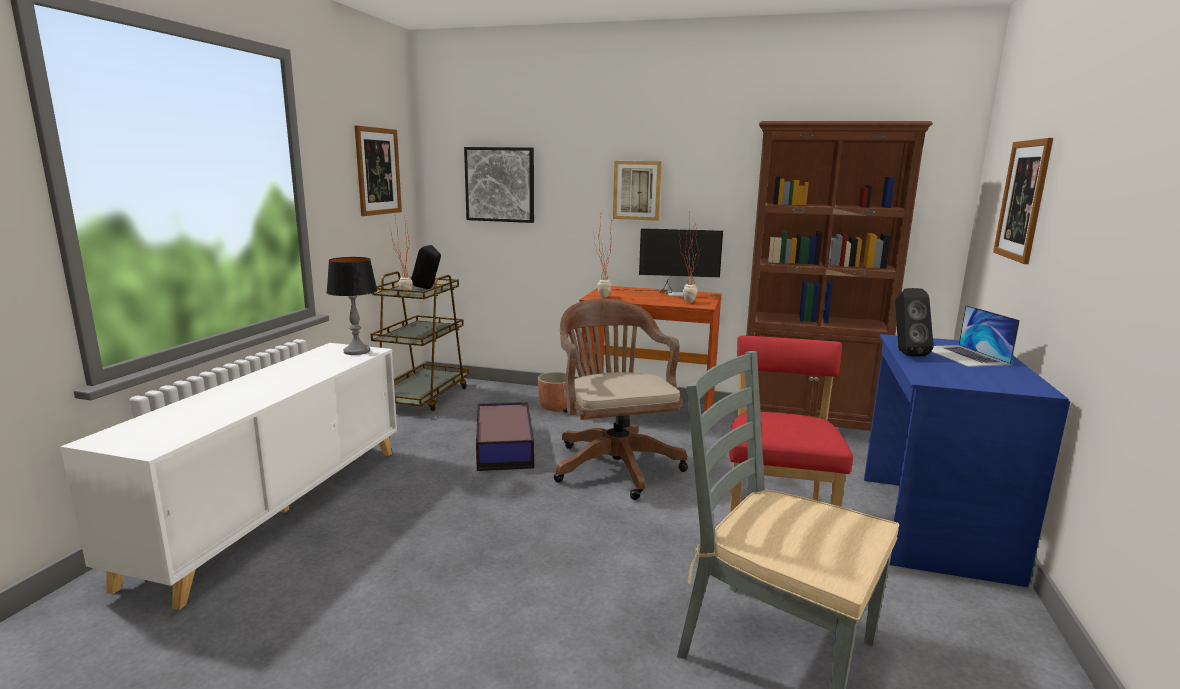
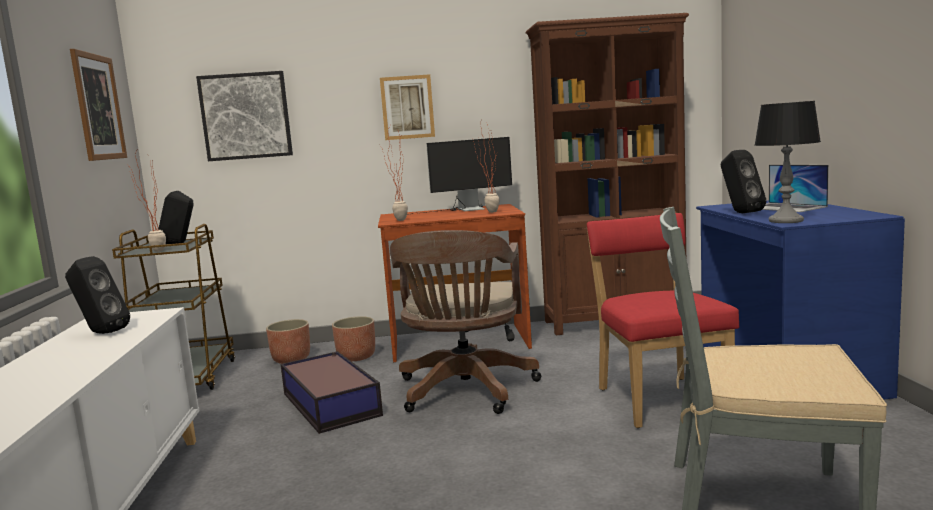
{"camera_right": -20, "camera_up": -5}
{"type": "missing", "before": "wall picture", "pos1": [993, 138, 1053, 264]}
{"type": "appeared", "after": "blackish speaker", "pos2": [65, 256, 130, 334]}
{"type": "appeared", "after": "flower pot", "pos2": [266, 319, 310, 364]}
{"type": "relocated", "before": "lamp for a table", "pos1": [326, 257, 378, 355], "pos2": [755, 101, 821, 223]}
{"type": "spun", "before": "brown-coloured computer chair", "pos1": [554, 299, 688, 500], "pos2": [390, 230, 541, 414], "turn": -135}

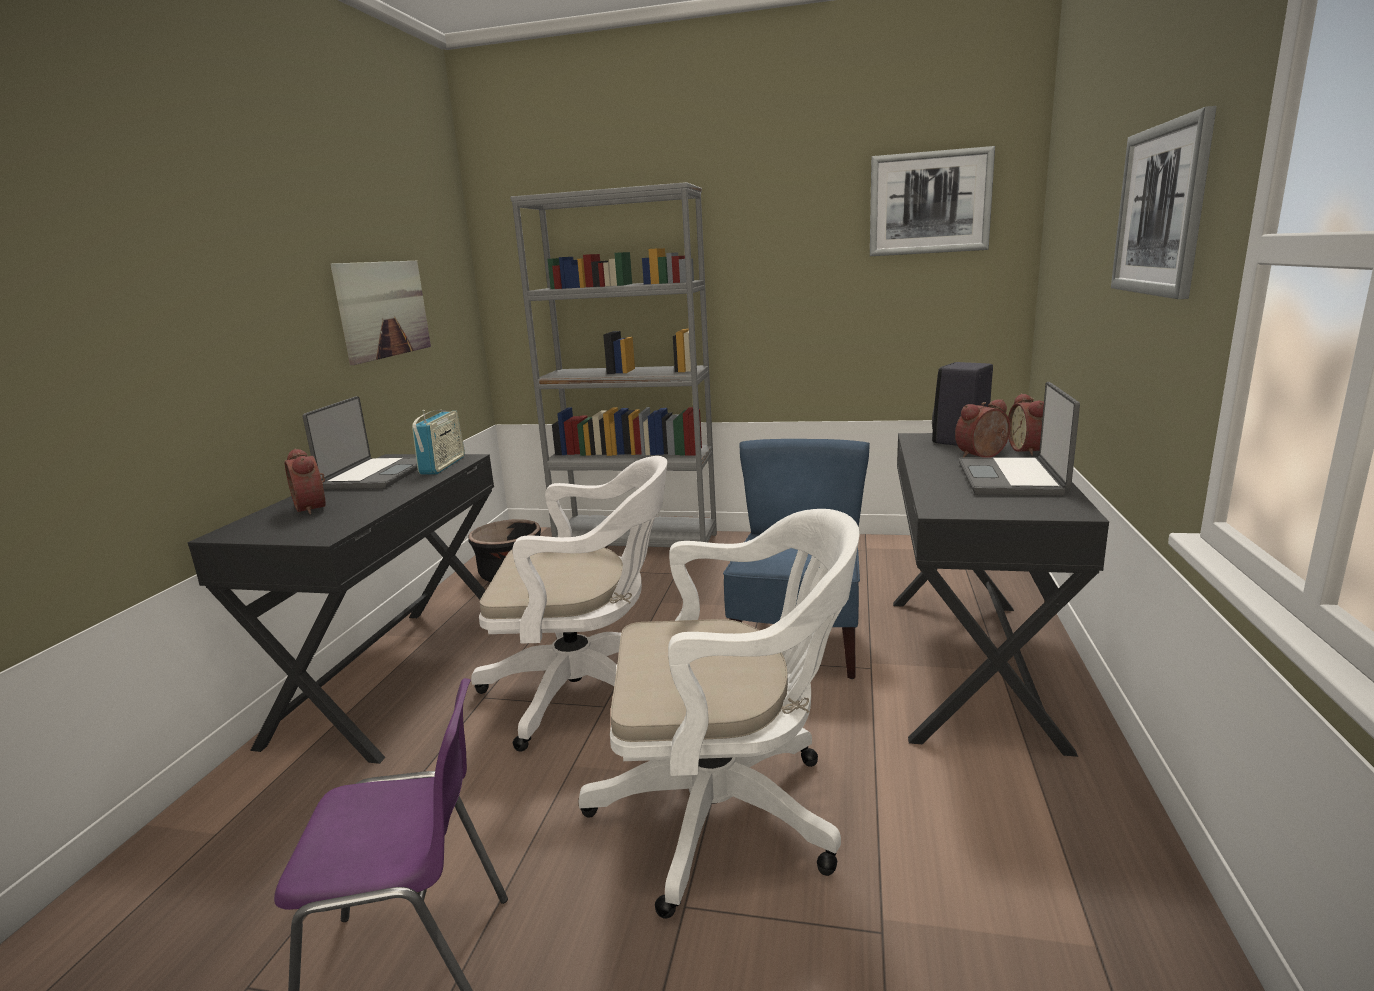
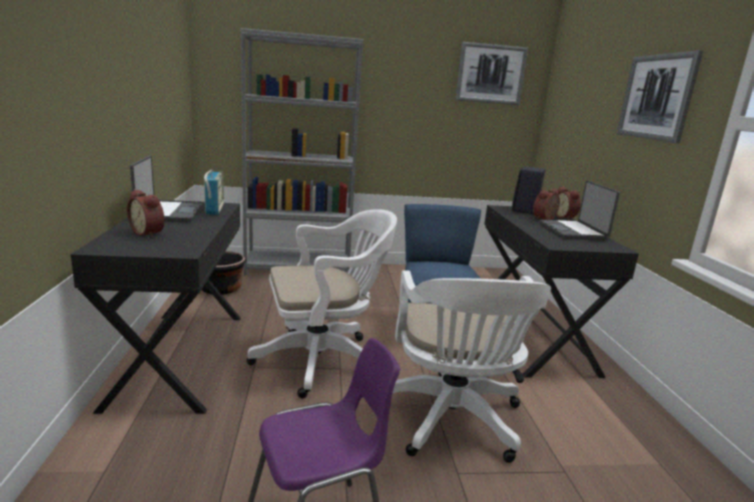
{"camera_right": -20, "camera_up": 0}
{"type": "missing", "before": "wall picture", "pos1": [330, 260, 431, 365]}
{"type": "spun", "before": "whitish computer chair", "pos1": [579, 509, 860, 919], "pos2": [392, 270, 551, 463], "turn": 105}

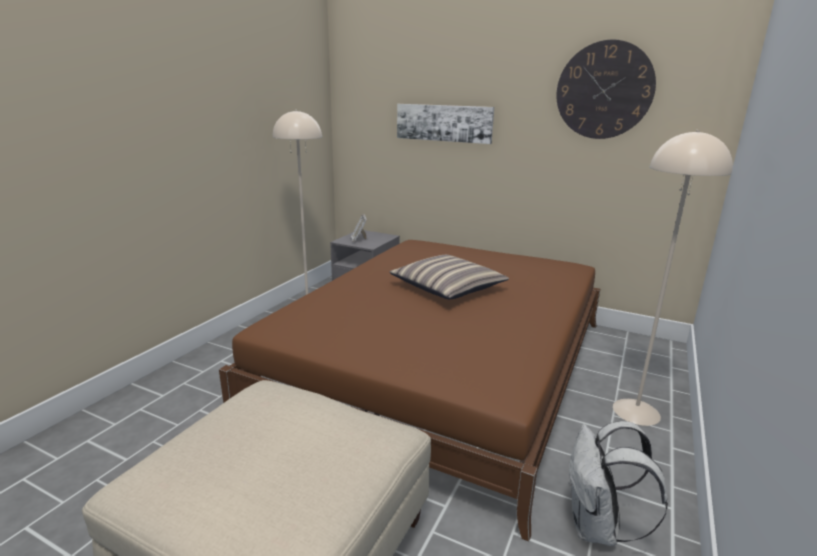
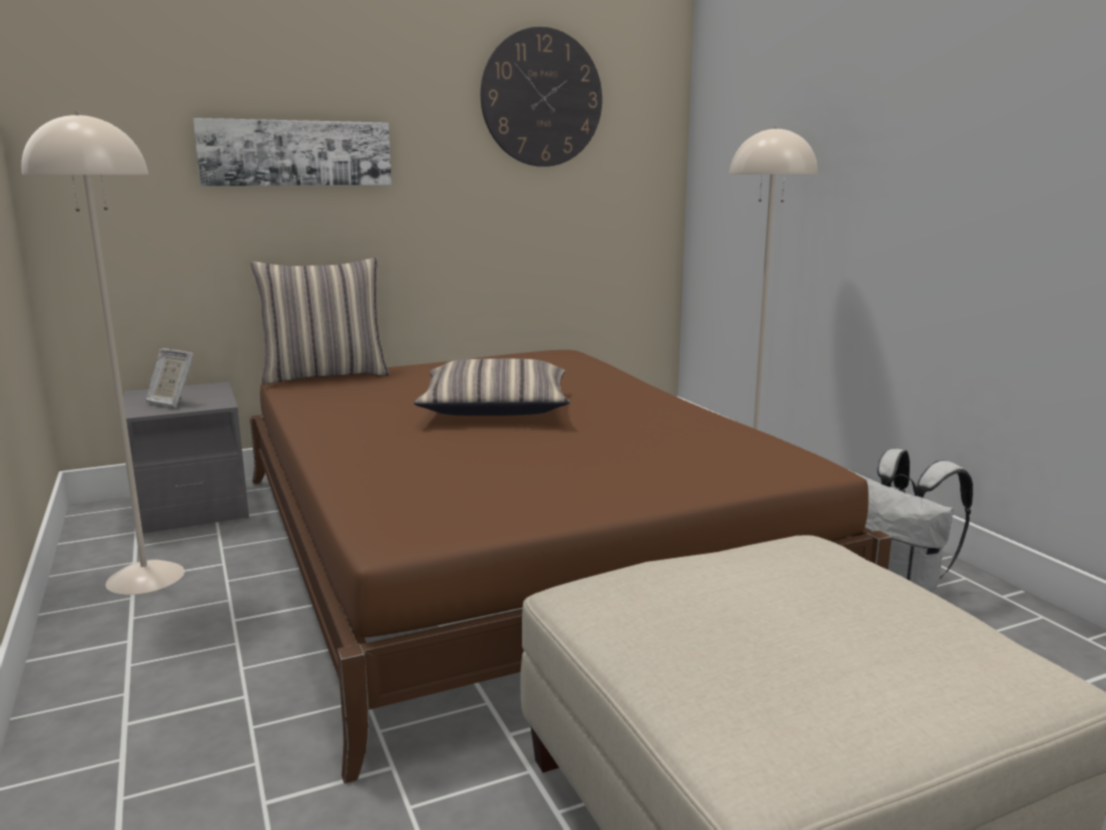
{"camera_right": -50, "camera_up": -5}
{"type": "appeared", "after": "cushion", "pos2": [251, 258, 390, 384]}

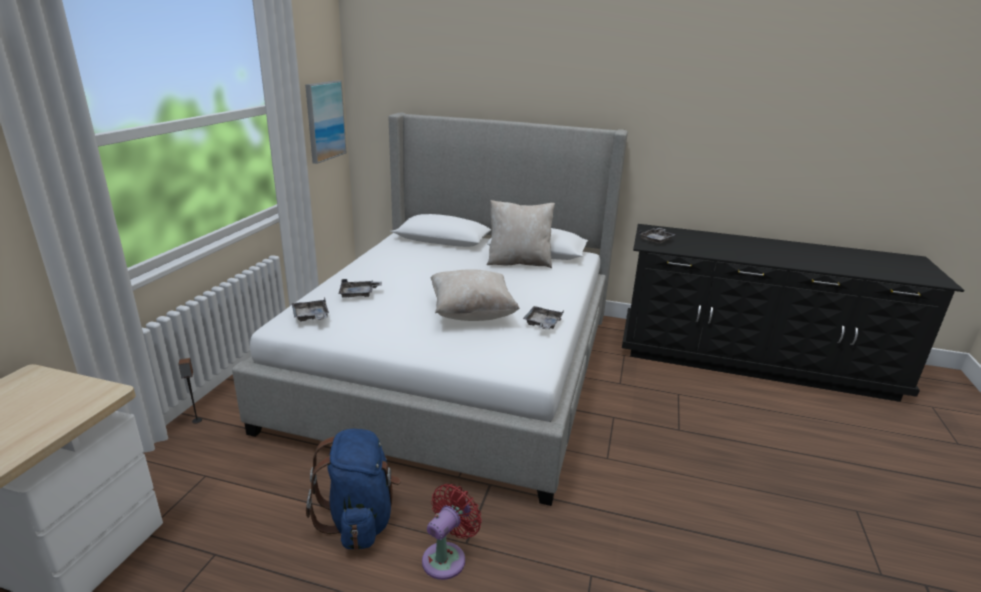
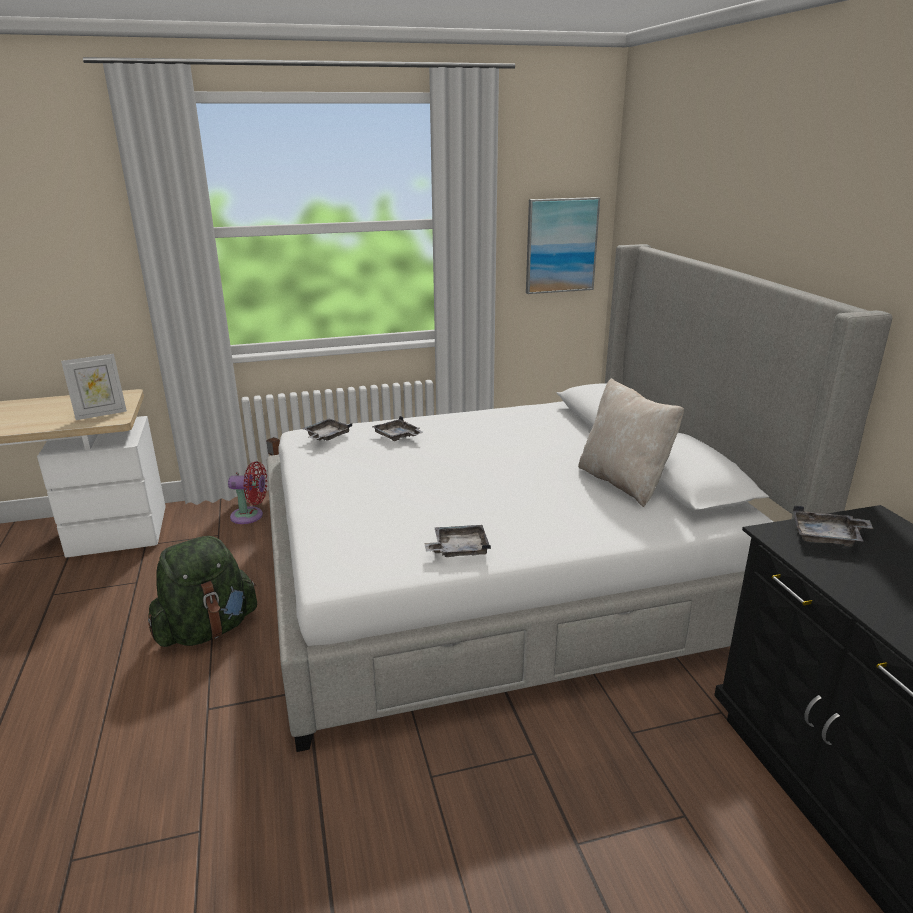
{"camera_right": 60, "camera_up": 0}
{"type": "missing", "before": "sand-coloured cushion", "pos1": [431, 269, 520, 321]}
{"type": "appeared", "after": "photo frame", "pos2": [61, 354, 127, 420]}
{"type": "relocated", "before": "red fan", "pos1": [422, 484, 482, 580], "pos2": [228, 462, 267, 524]}
{"type": "colour", "before": "blue-coloured rucksack", "after": "green-coloured rucksack", "pos1": [306, 429, 401, 550], "pos2": [148, 536, 257, 647]}

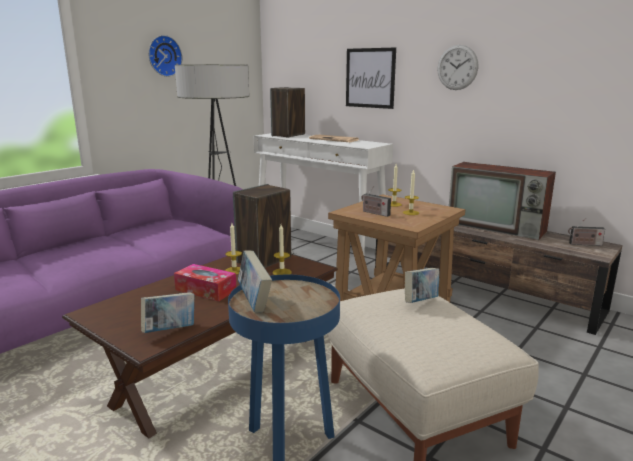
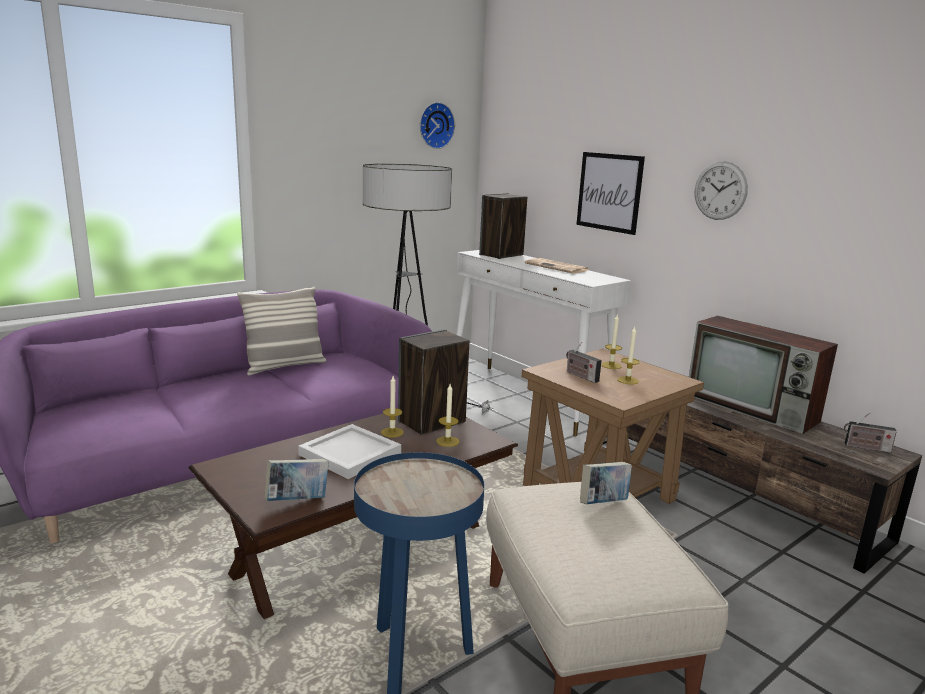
{"camera_right": 10, "camera_up": 0}
{"type": "missing", "before": "book", "pos1": [238, 250, 272, 312]}
{"type": "appeared", "after": "cushion", "pos2": [237, 286, 326, 375]}
{"type": "relocated", "before": "wall clock", "pos1": [148, 35, 182, 77], "pos2": [420, 102, 455, 149]}
{"type": "exchanged", "before": "tissue holder", "after": "whitish serving tray", "pos1": [174, 264, 236, 301], "pos2": [298, 424, 401, 479]}

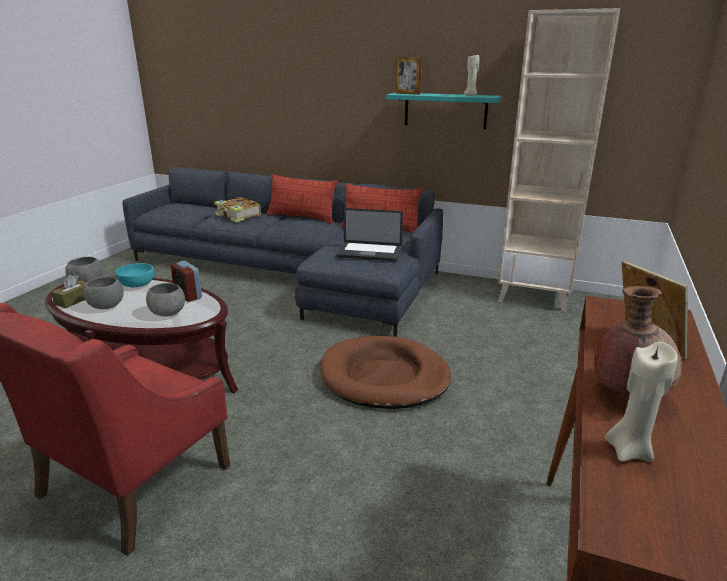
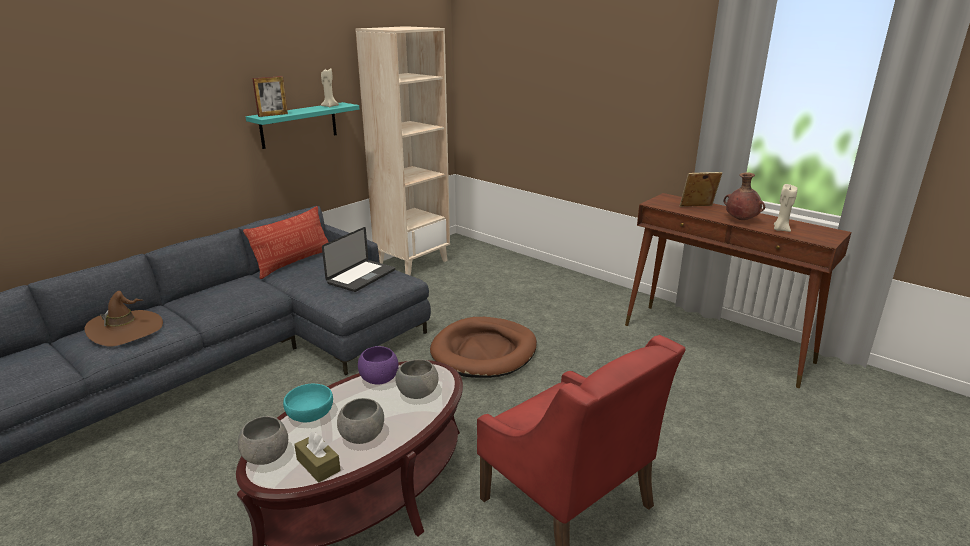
{"camera_right": -70, "camera_up": 0}
{"type": "missing", "before": "cushion", "pos1": [267, 174, 337, 224]}
{"type": "exchanged", "before": "alarm clock", "after": "purple-coloured serving bowl", "pos1": [170, 260, 202, 302], "pos2": [358, 346, 399, 385]}
{"type": "exchanged", "before": "book", "after": "brown-coloured wearable hat", "pos1": [214, 197, 261, 222], "pos2": [85, 291, 163, 347]}

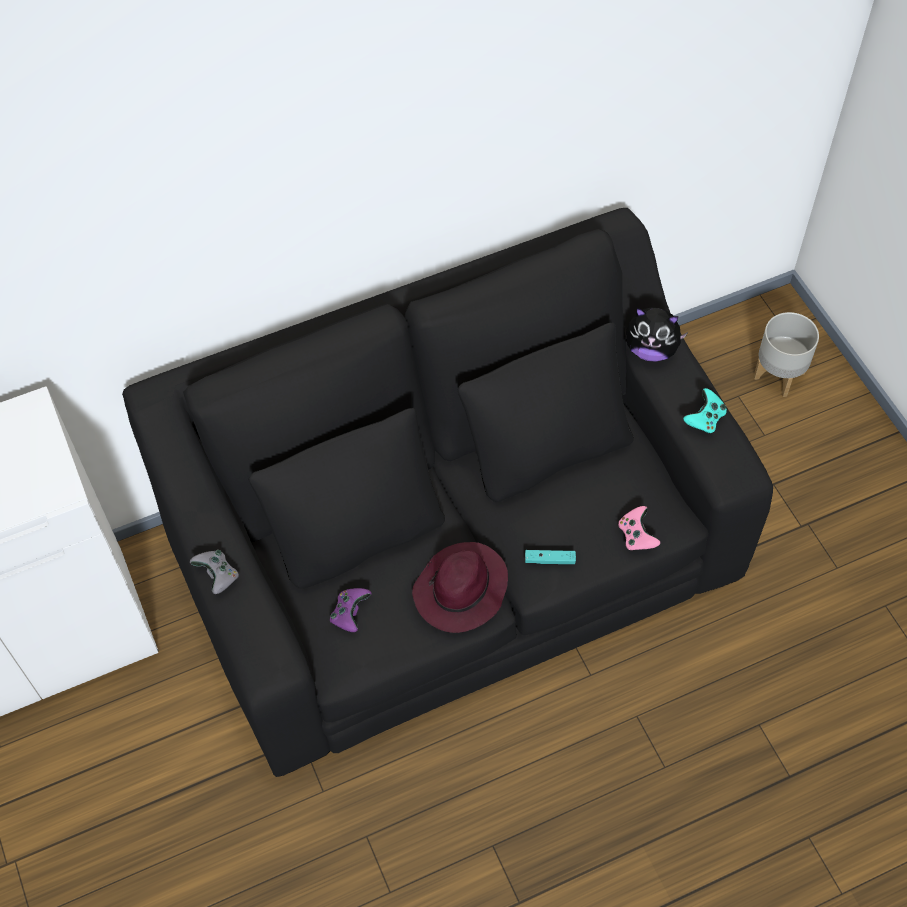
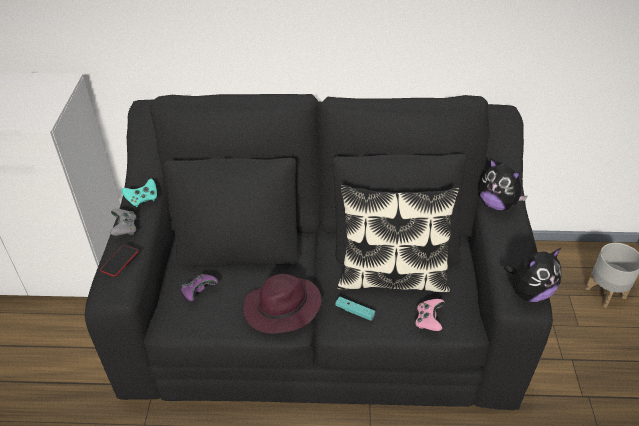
{"camera_right": 25, "camera_up": -15}
{"type": "appeared", "after": "telephone", "pos2": [100, 245, 139, 277]}
{"type": "appeared", "after": "cushion", "pos2": [337, 185, 459, 292]}
{"type": "appeared", "after": "plush toy", "pos2": [504, 248, 562, 302]}
{"type": "relocated", "before": "blue-green game controller", "pos1": [683, 388, 727, 433], "pos2": [122, 179, 157, 207]}

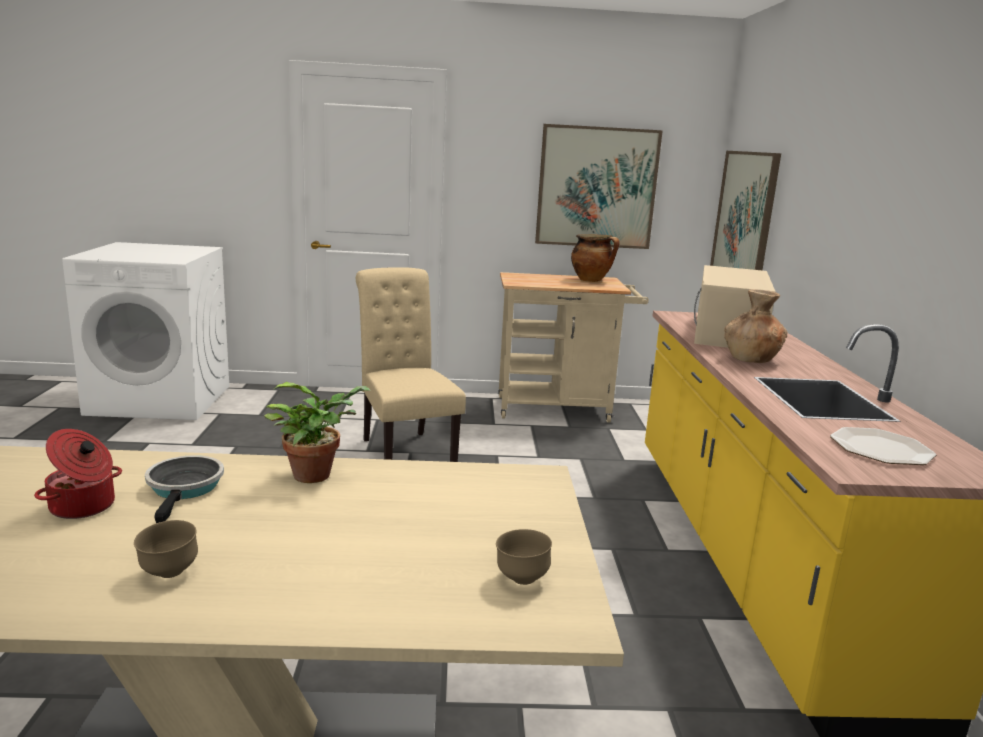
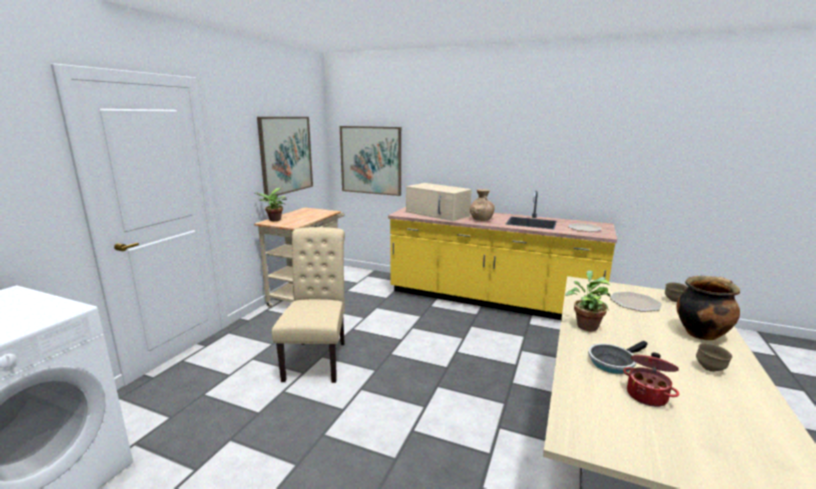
{"camera_right": -65, "camera_up": 0}
{"type": "appeared", "after": "plant in a pot", "pos2": [254, 188, 287, 221]}
{"type": "appeared", "after": "plate", "pos2": [610, 292, 662, 312]}
{"type": "relocated", "before": "saucepot", "pos1": [571, 234, 620, 282], "pos2": [676, 276, 740, 340]}
{"type": "spun", "before": "frying pan", "pos1": [145, 455, 224, 523], "pos2": [588, 341, 648, 374], "turn": -45}
{"type": "spun", "before": "sand-coloured plain chair", "pos1": [356, 267, 466, 462], "pos2": [272, 227, 345, 383], "turn": 90}

